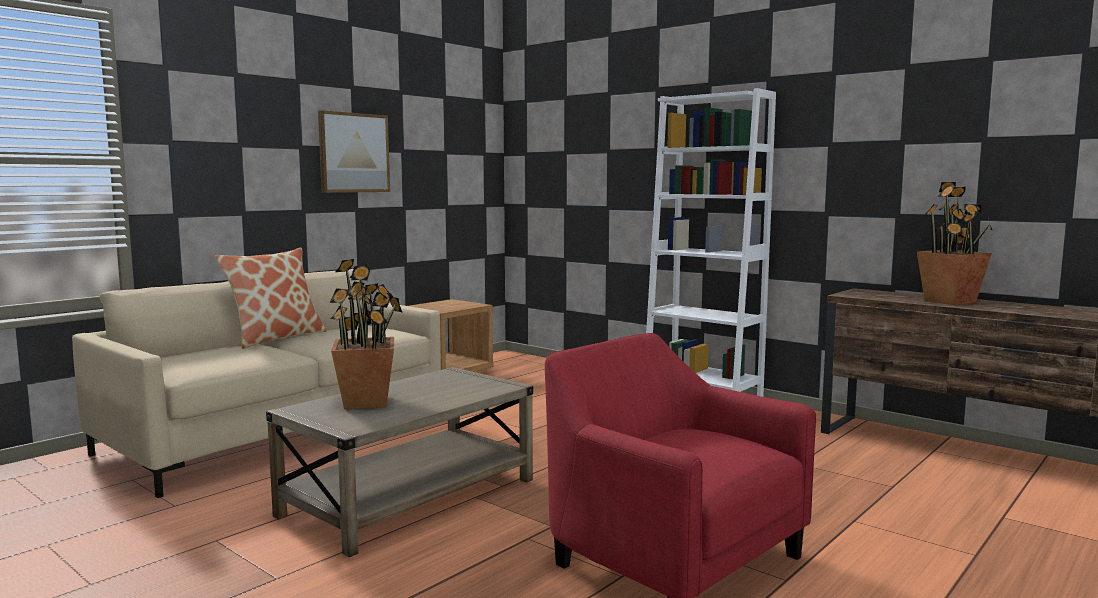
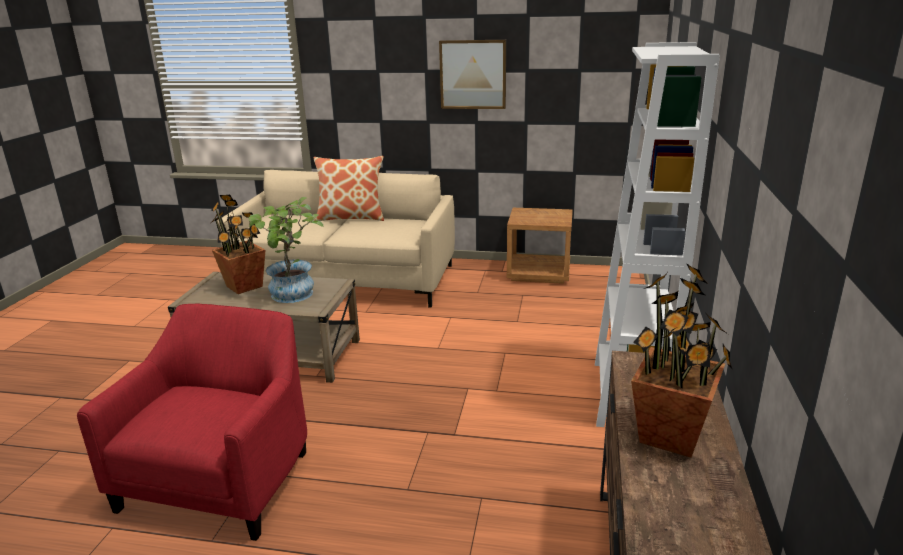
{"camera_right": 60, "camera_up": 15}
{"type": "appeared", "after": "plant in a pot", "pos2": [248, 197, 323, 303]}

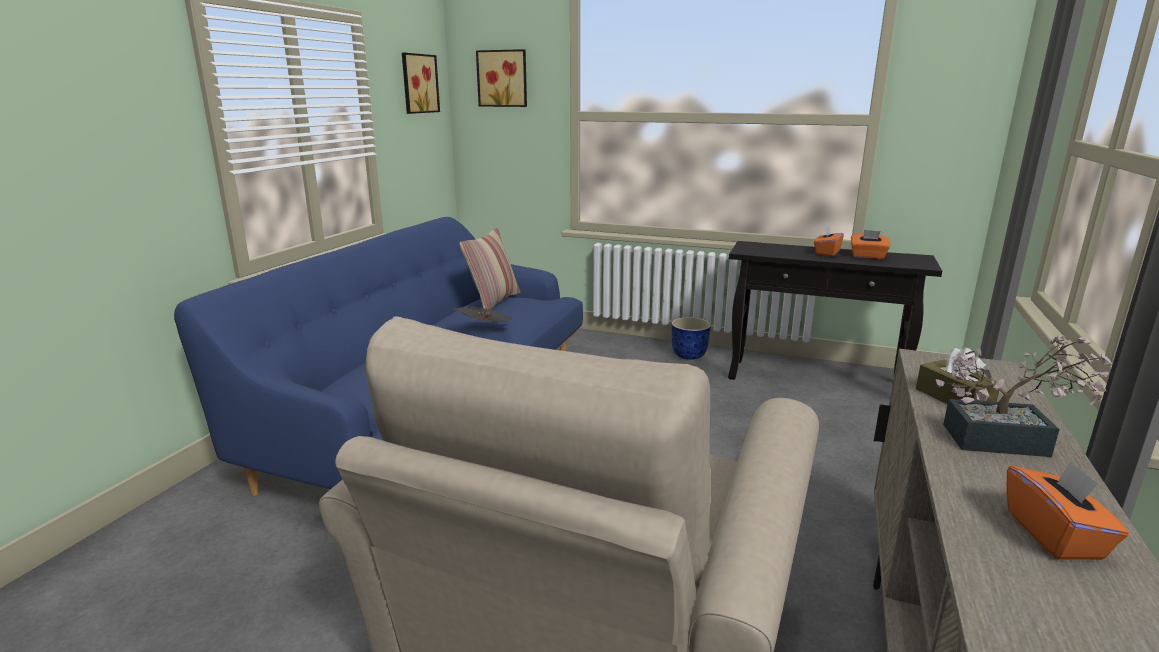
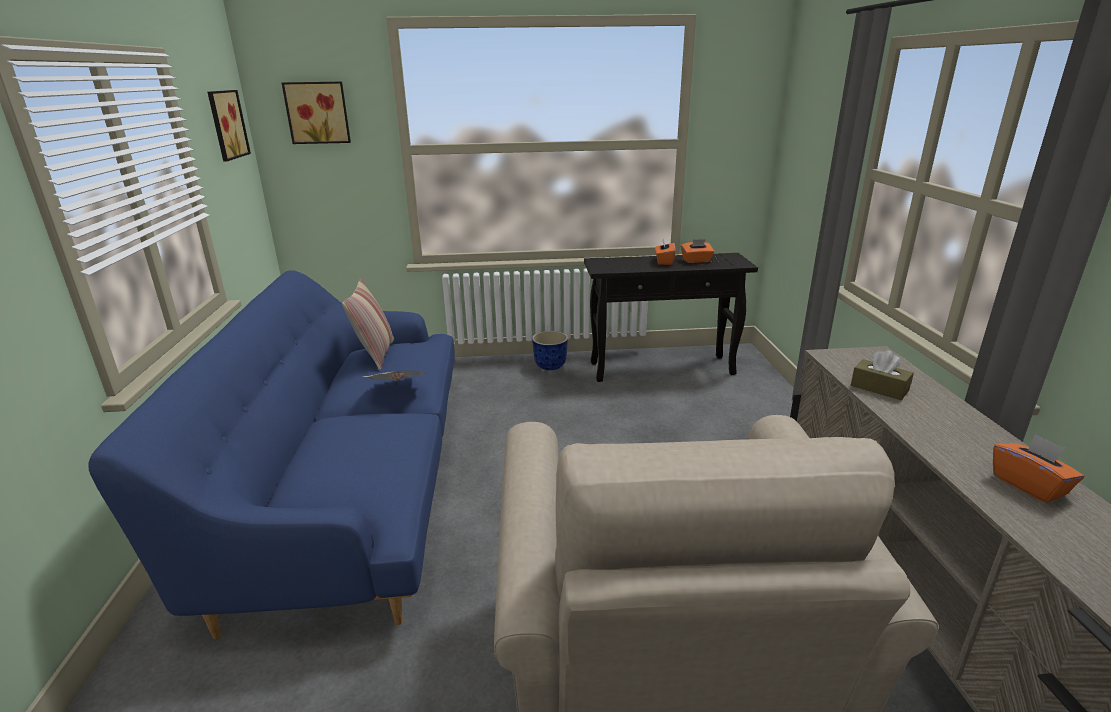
{"camera_right": -25, "camera_up": 5}
{"type": "missing", "before": "plant in a pot", "pos1": [936, 335, 1112, 457]}

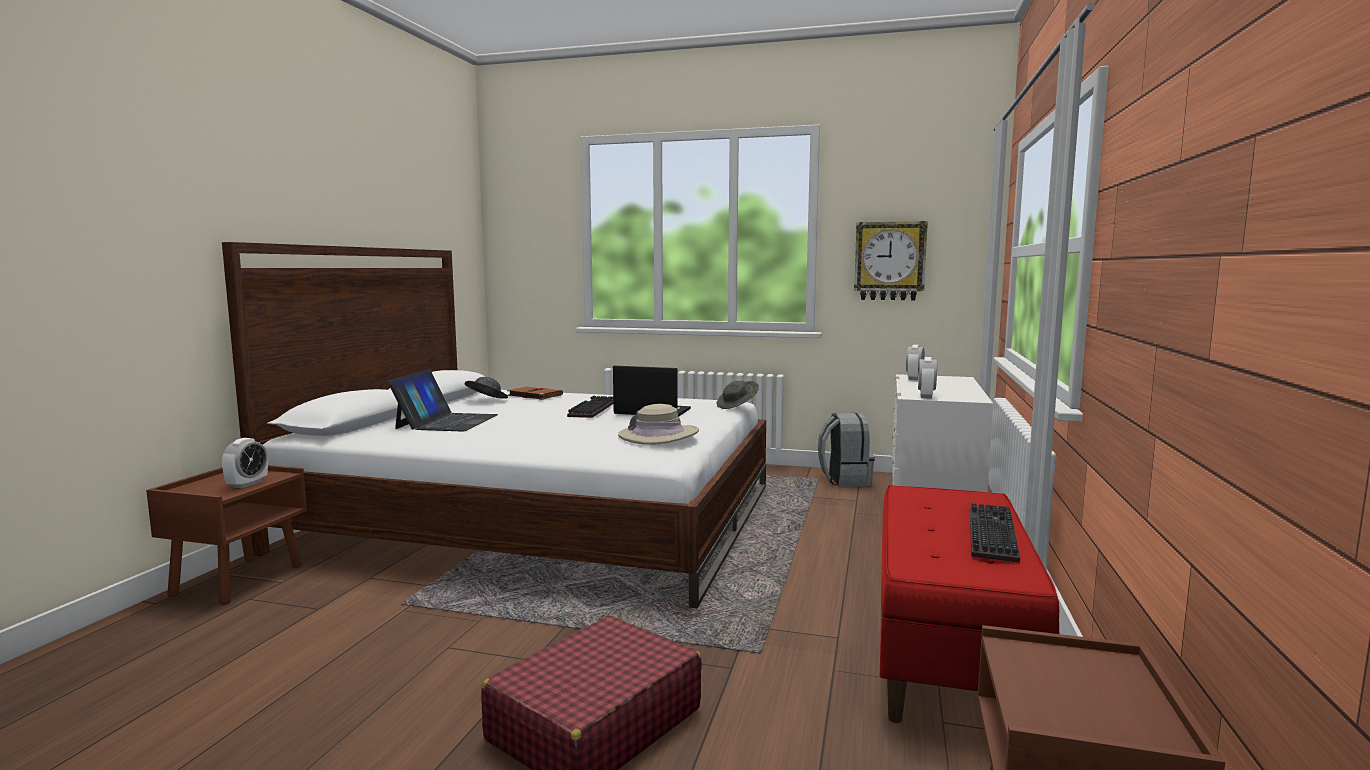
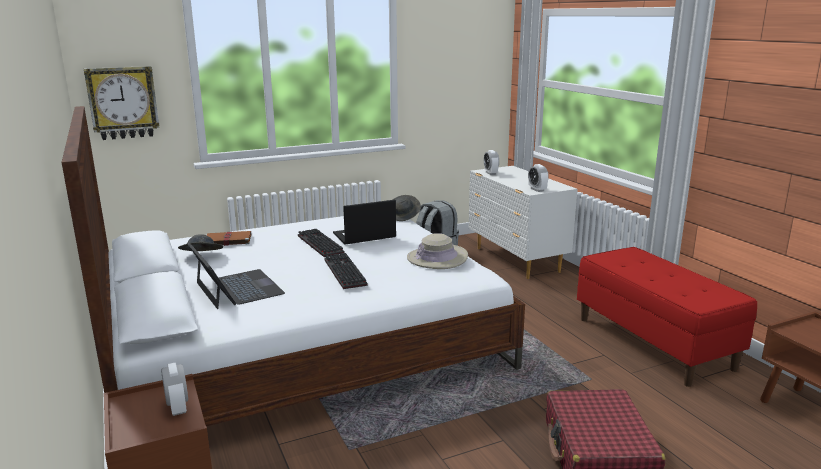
{"camera_right": -40, "camera_up": 10}
{"type": "relocated", "before": "wall clock", "pos1": [854, 221, 928, 300], "pos2": [84, 66, 160, 140]}
{"type": "relocated", "before": "PC keyboard", "pos1": [970, 503, 1020, 563], "pos2": [325, 253, 368, 289]}

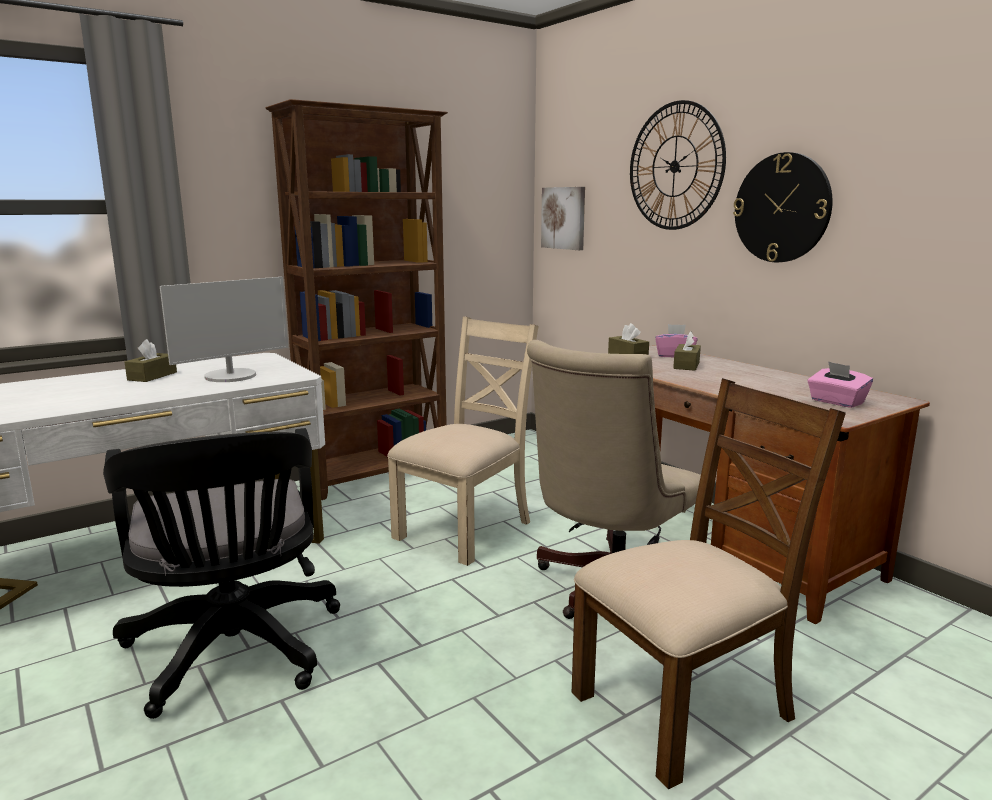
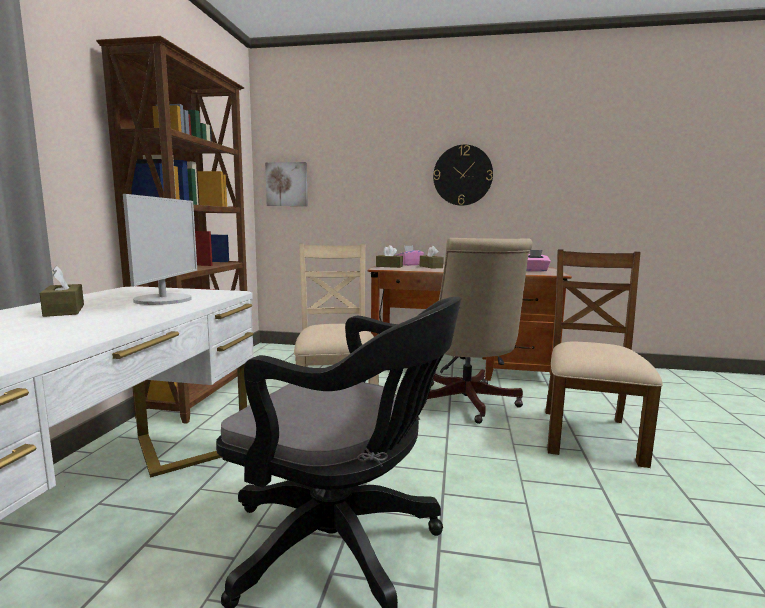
{"camera_right": -45, "camera_up": -5}
{"type": "missing", "before": "wall clock", "pos1": [630, 100, 726, 230]}

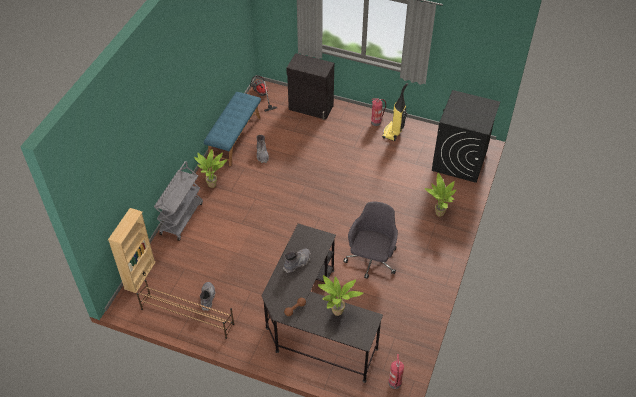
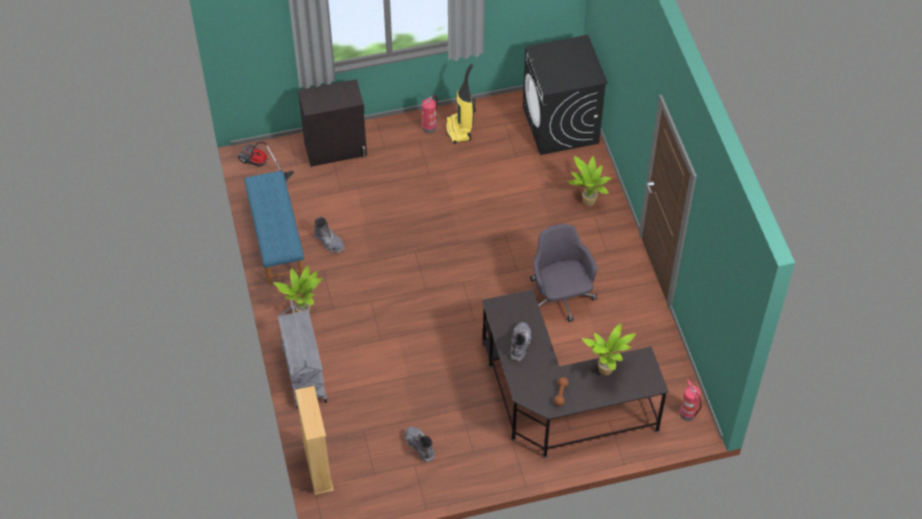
{"camera_right": -35, "camera_up": 5}
{"type": "missing", "before": "brown-coloured shoe rack", "pos1": [136, 280, 234, 339]}

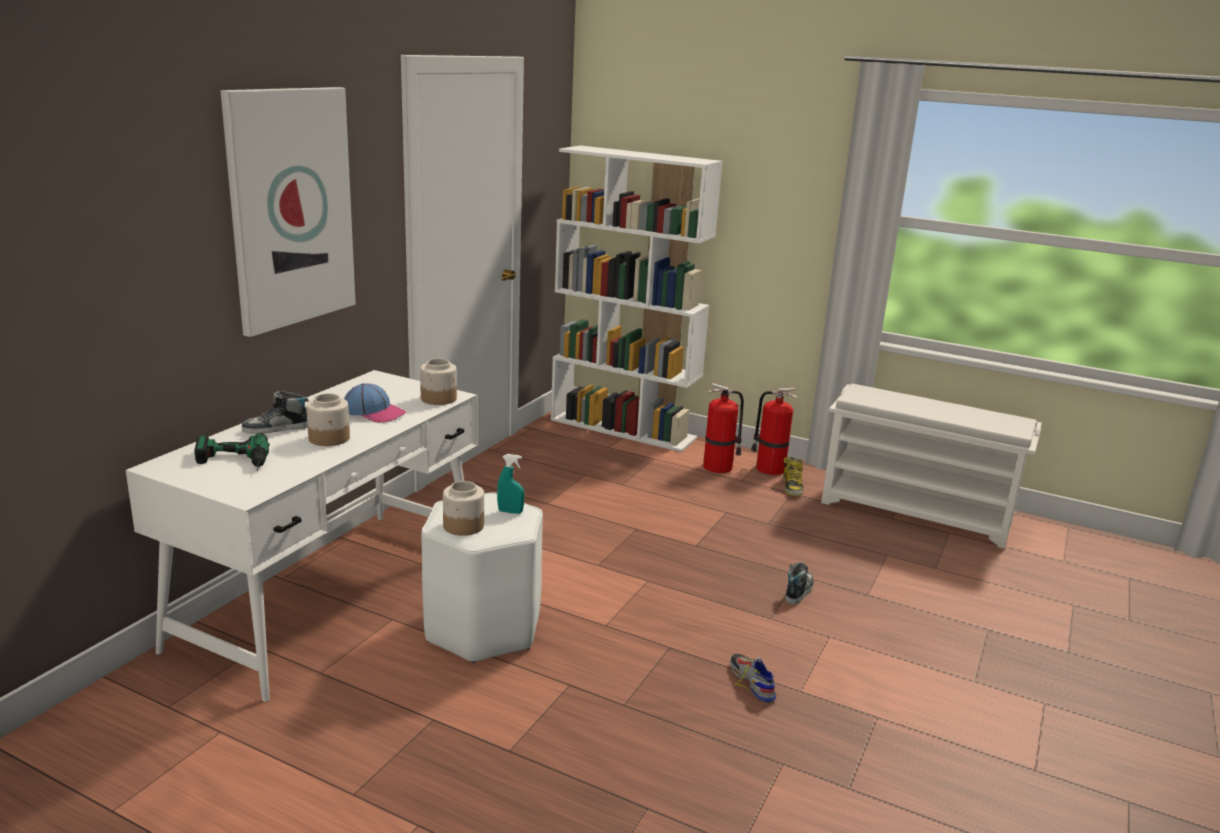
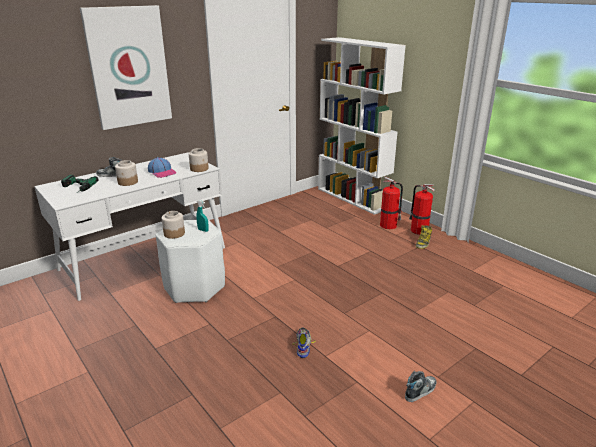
{"camera_right": 25, "camera_up": 5}
{"type": "missing", "before": "whitish shoe rack", "pos1": [821, 384, 1042, 549]}
{"type": "relocated", "before": "item of footwear", "pos1": [785, 562, 814, 604], "pos2": [405, 371, 437, 402]}

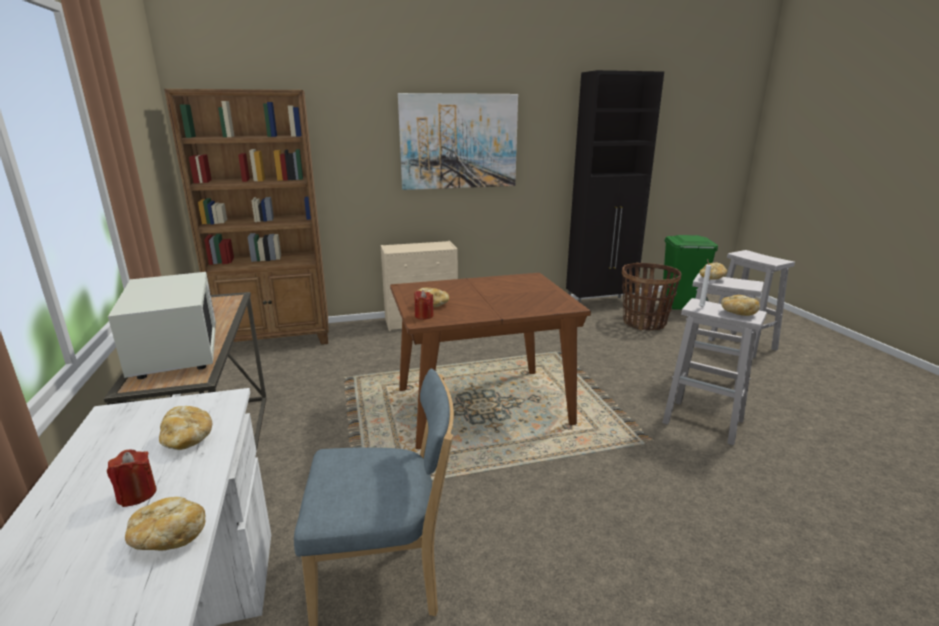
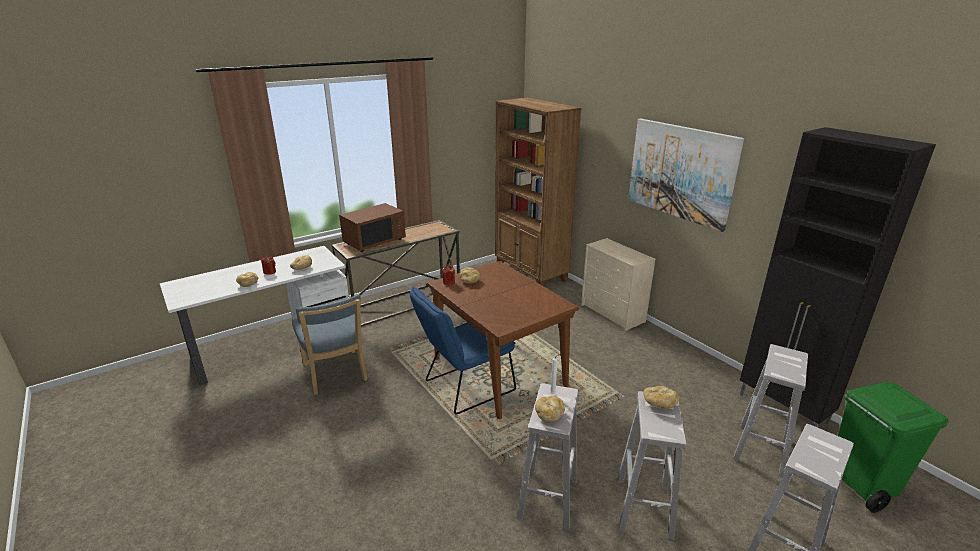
{"camera_right": 70, "camera_up": 5}
{"type": "appeared", "after": "blue-coloured plain chair", "pos2": [410, 286, 516, 415]}
{"type": "exchanged", "before": "household basket", "after": "whitish sitting stool", "pos1": [622, 263, 681, 330], "pos2": [733, 344, 808, 477]}
{"type": "colour", "before": "whitish microwave oven", "after": "brown-coloured microwave oven", "pos1": [108, 272, 216, 379], "pos2": [339, 203, 406, 252]}

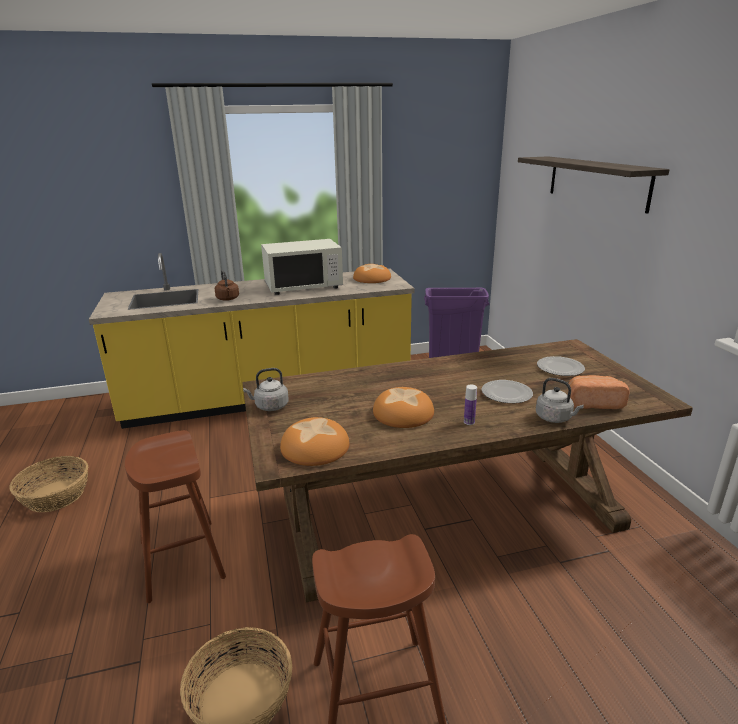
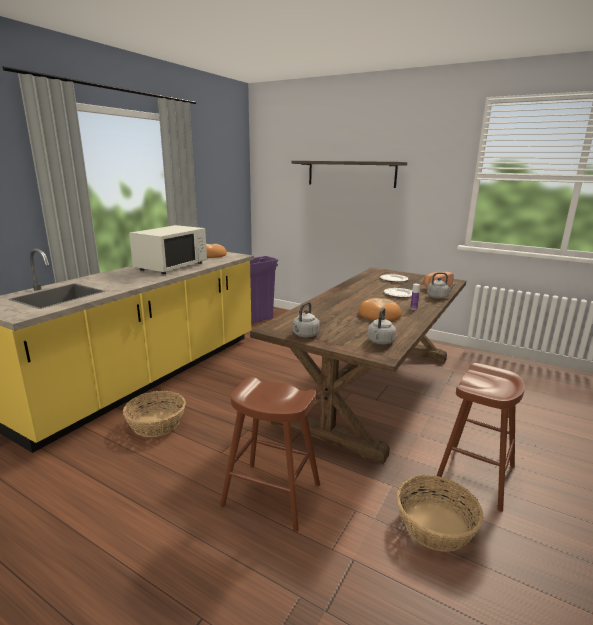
{"camera_right": -45, "camera_up": -5}
{"type": "missing", "before": "brown-coloured water kettle", "pos1": [215, 270, 239, 301]}
{"type": "relocated", "before": "household basket", "pos1": [10, 456, 88, 512], "pos2": [123, 391, 186, 437]}
{"type": "exchanged", "before": "bread", "after": "greyish water kettle", "pos1": [280, 417, 350, 466], "pos2": [367, 308, 396, 344]}

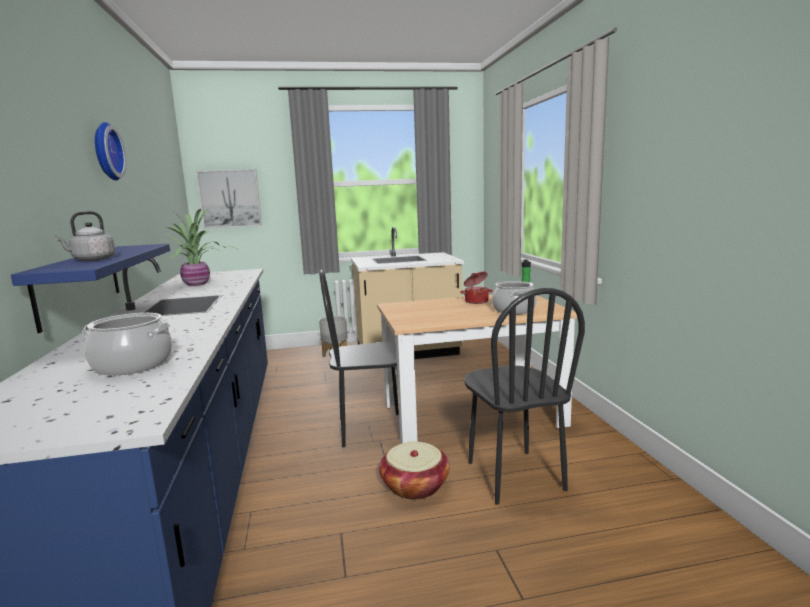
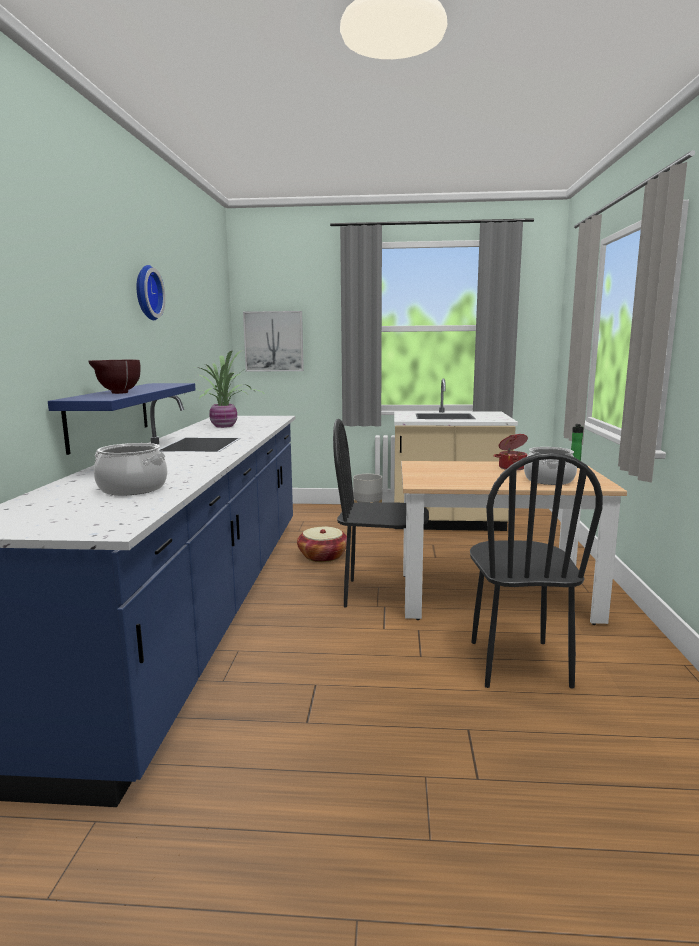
{"camera_right": 15, "camera_up": 0}
{"type": "relocated", "before": "household basket", "pos1": [379, 442, 450, 500], "pos2": [297, 527, 347, 562]}
{"type": "exchanged", "before": "greyish water kettle", "after": "brown-coloured serving bowl", "pos1": [54, 211, 115, 261], "pos2": [88, 360, 140, 394]}

